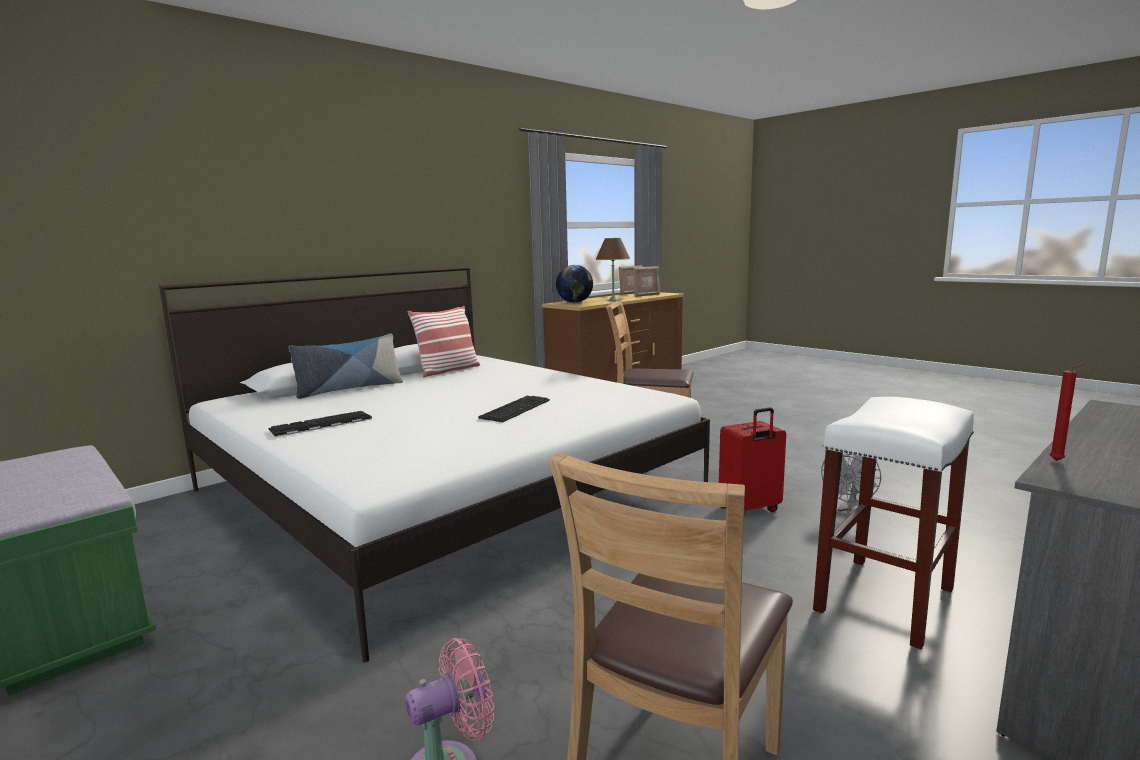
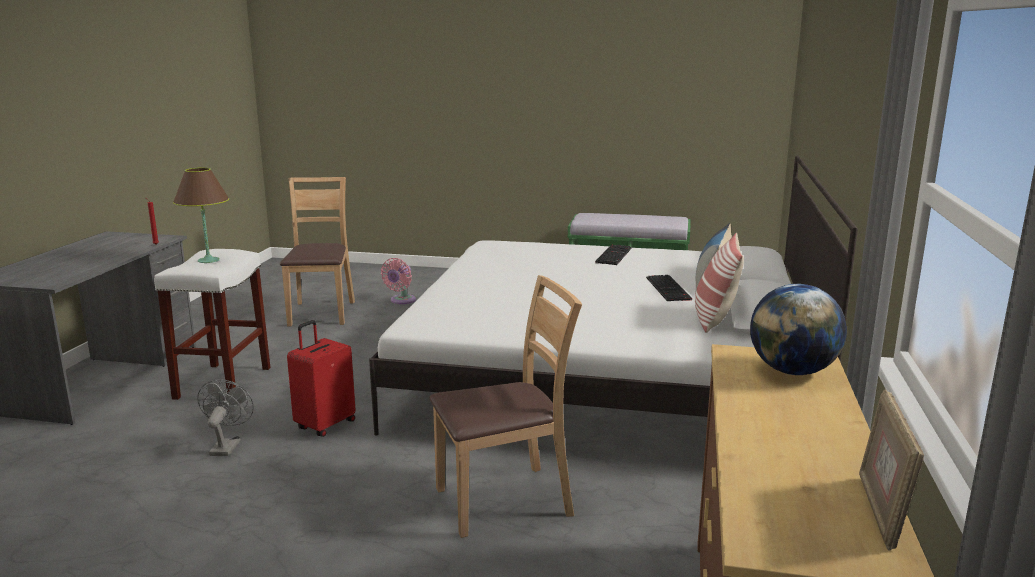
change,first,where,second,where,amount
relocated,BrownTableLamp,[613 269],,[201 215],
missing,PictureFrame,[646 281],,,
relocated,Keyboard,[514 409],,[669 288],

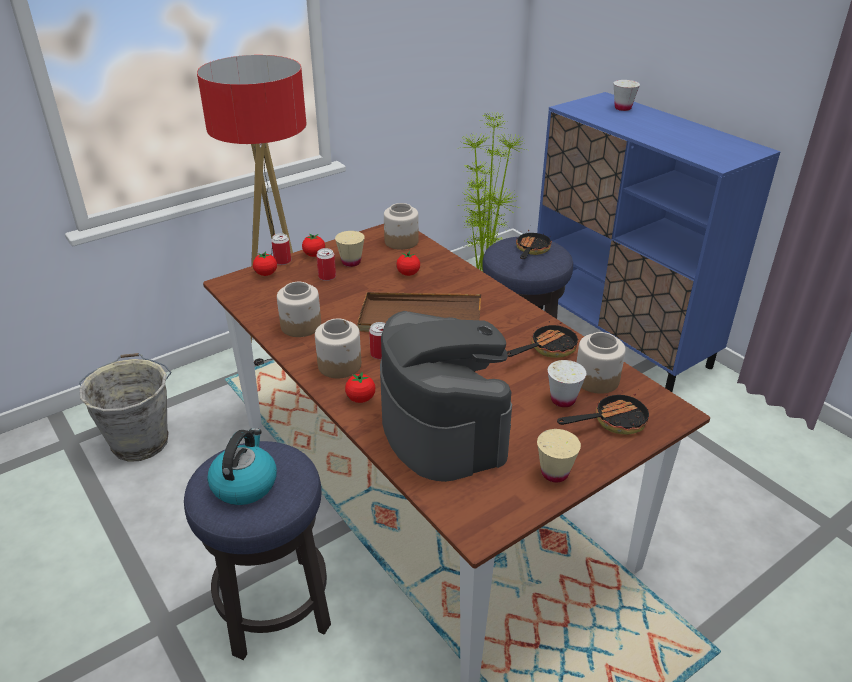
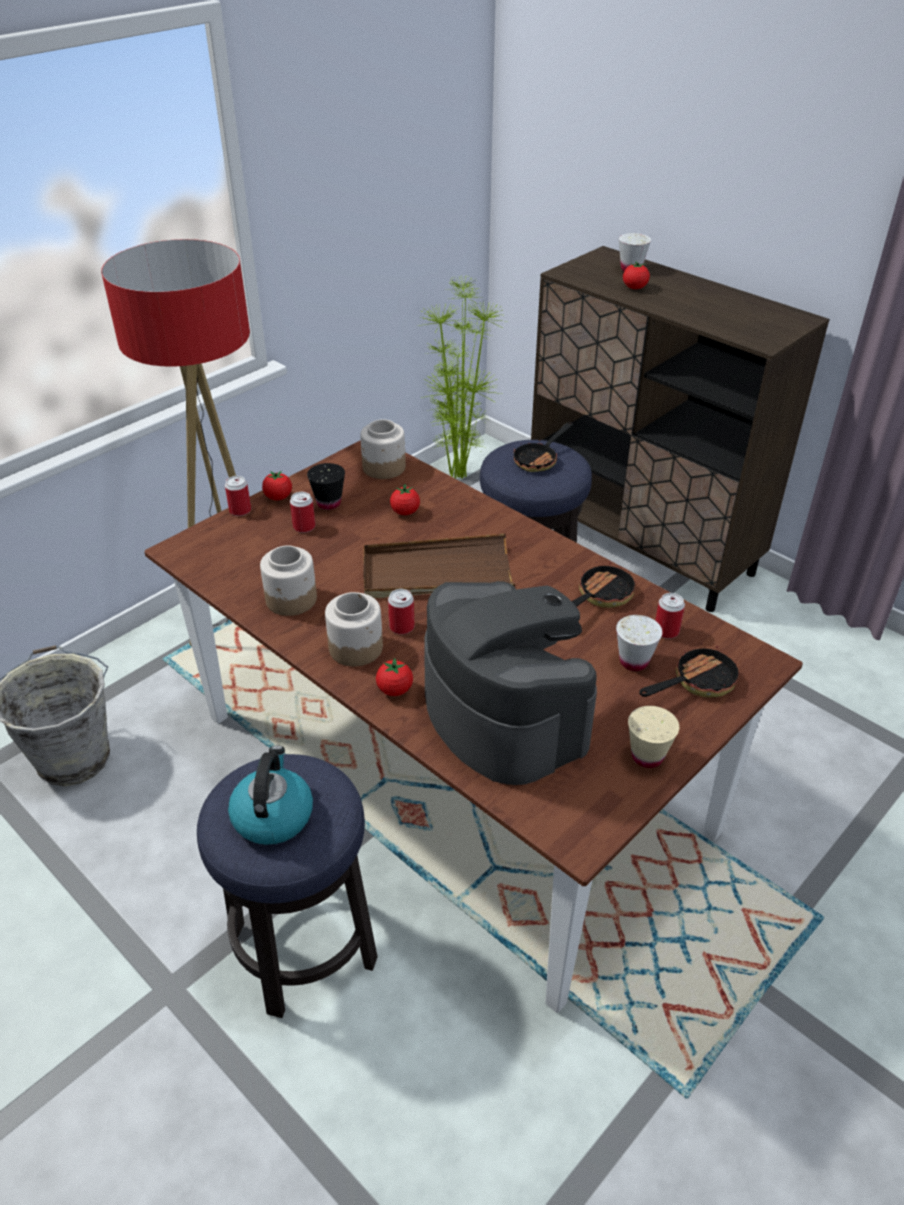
change,first,where,second,where,amount
colour,BlueCabinet,[659 242],BrownCabinet,[680 429],
spun,FryingPan,[534 244],,[543 447],150 degrees counterclockwise
colour,BeigeCup,[350 249],BlackCup,[326 486],
relocated,Tomato,[265 263],,[636 275],
exchanged,Jar,[601 363],Can,[670 616],

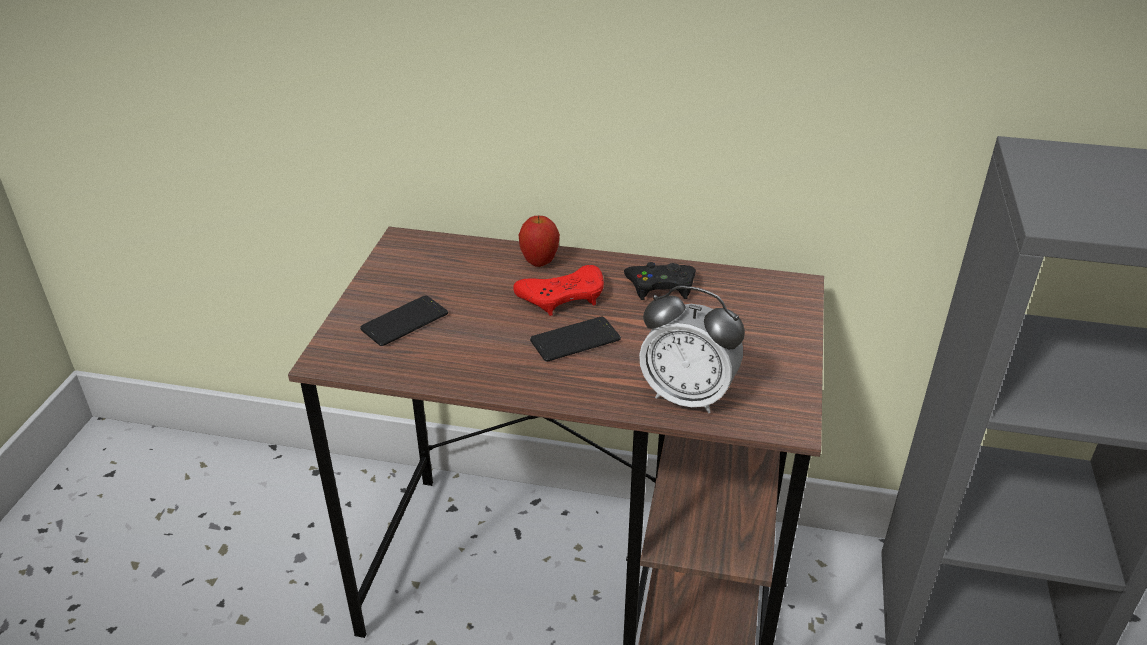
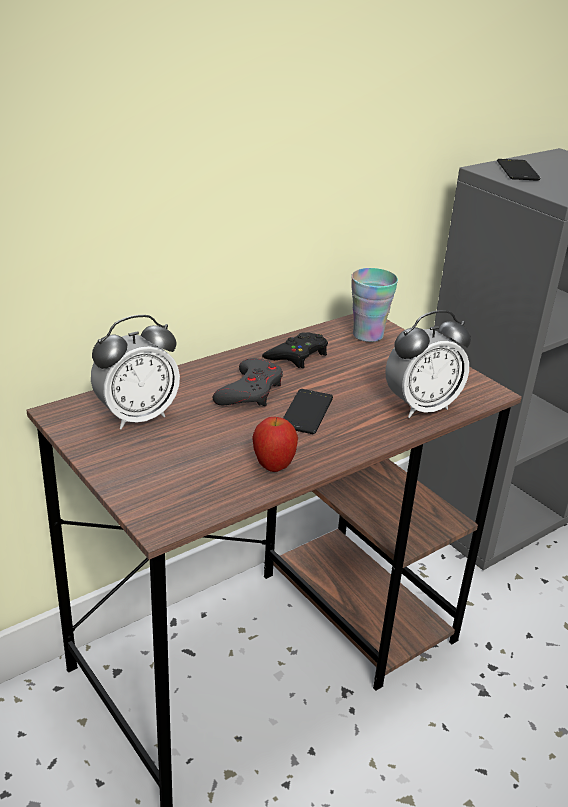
change,first,where,second,where,amount
relocated,Apple,[539 241],,[275 444],
colour,RedGameController,[558 290],GreyGameController,[248 382],
relocated,Phone,[404 320],,[518 170],
appeared,,,Cup,[374 305],
appeared,,,AlarmClock,[135 372],

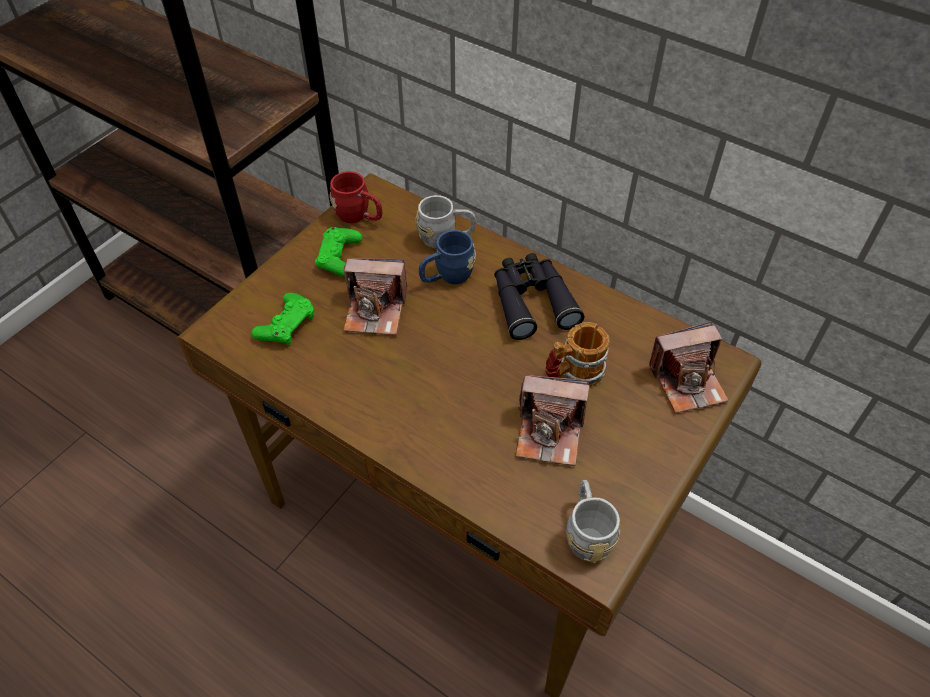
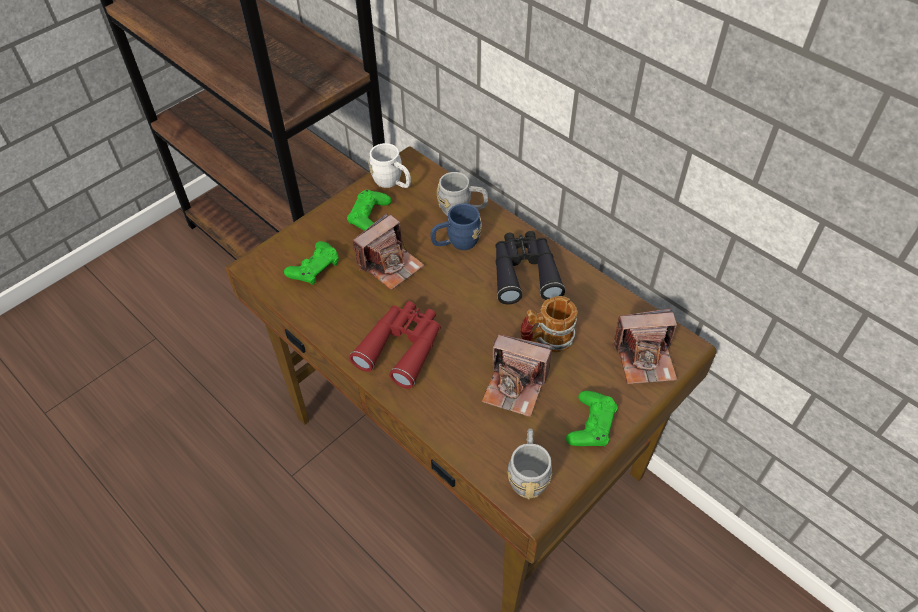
change,first,where,second,where,amount
colour,RedMug,[356 197],WhiteMug,[389 165],
spun,PhotoCamera,[375 296],,[388 251],60 degrees counterclockwise
appeared,,,RedBinoculars,[395 345],
appeared,,,GreenGameController,[592 418],

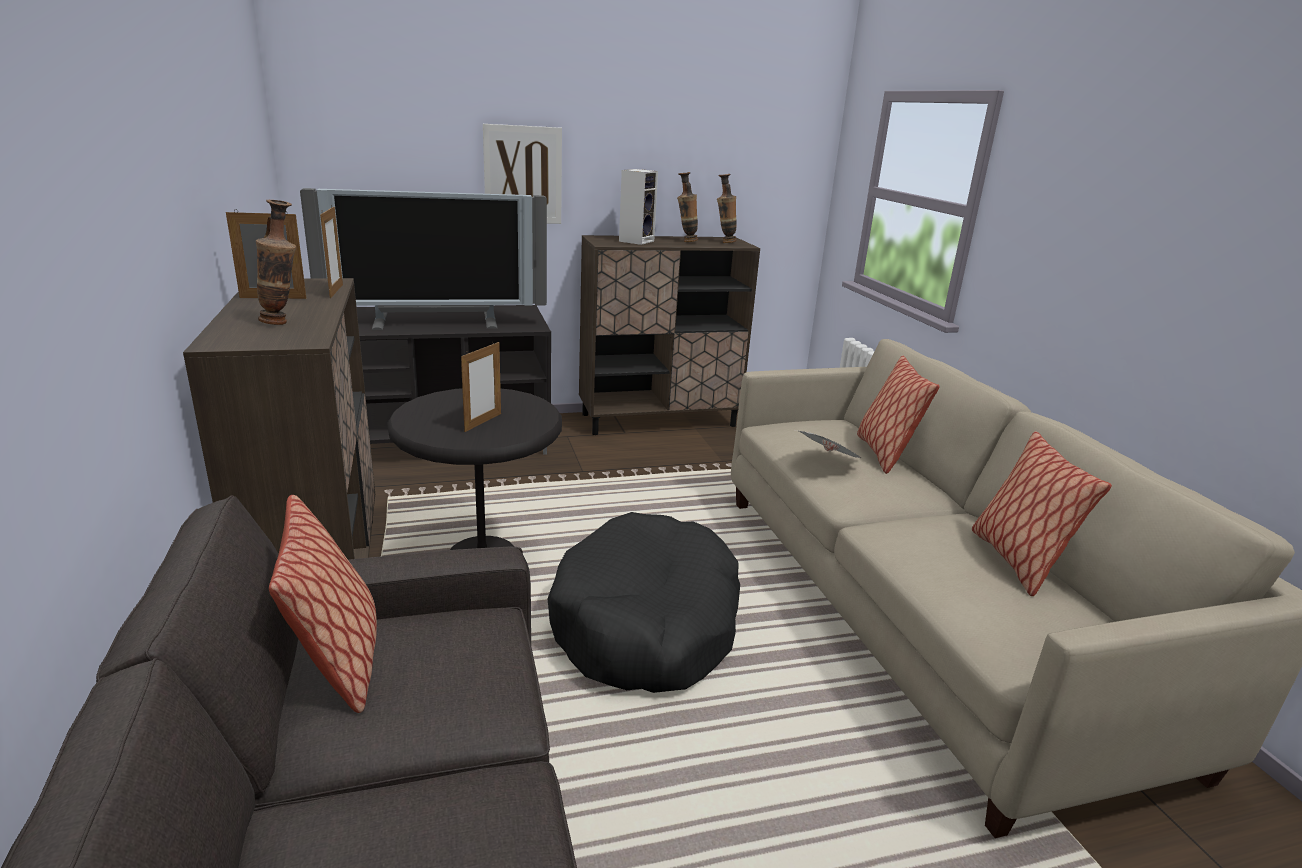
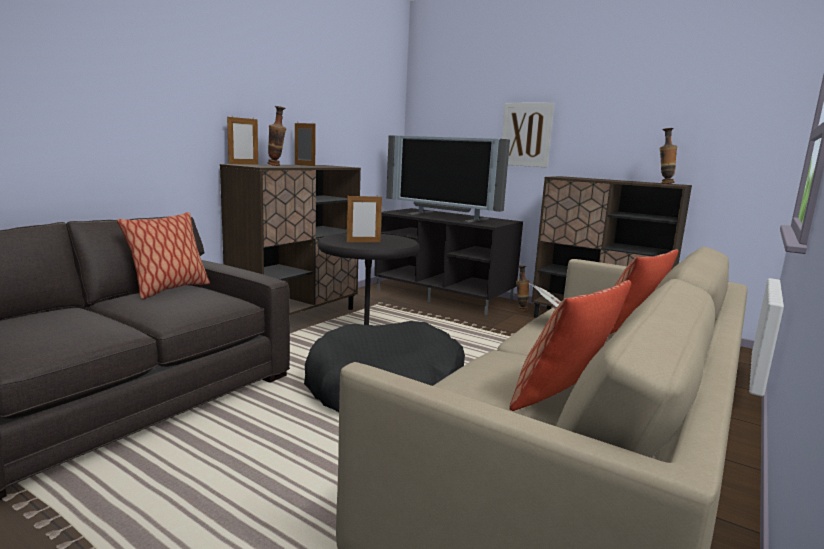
change,first,where,second,where,amount
missing,Speaker,[638 207],,,
relocated,Vase,[687 207],,[523 288],
relocated,PictureFrame,[331 252],,[242 140],

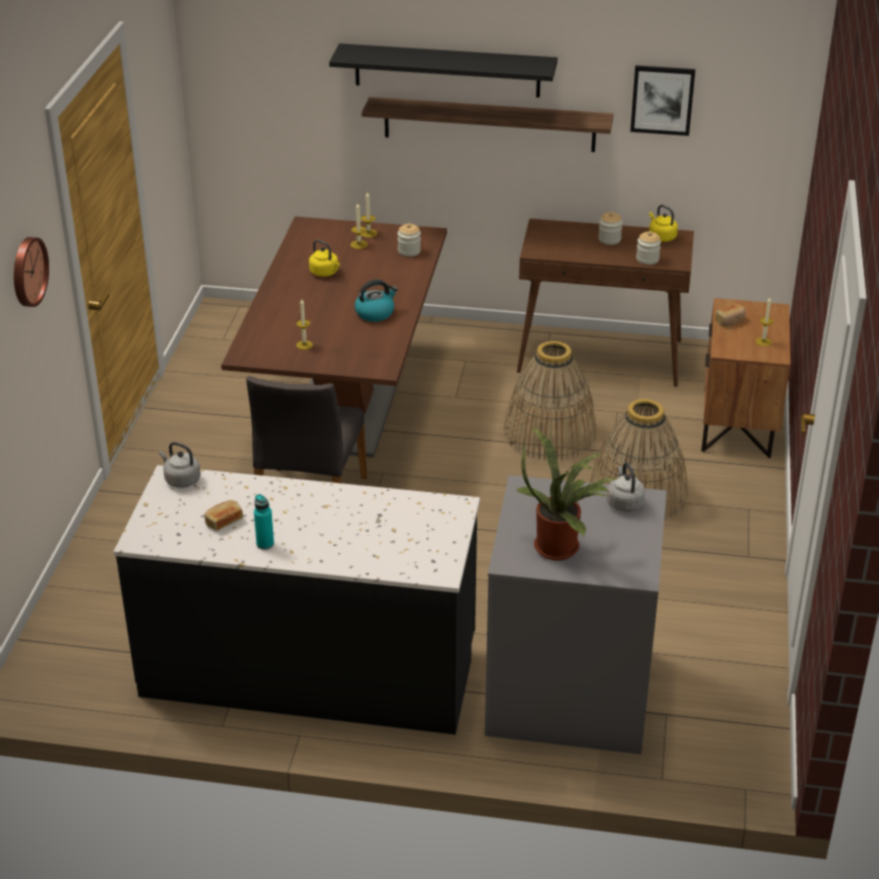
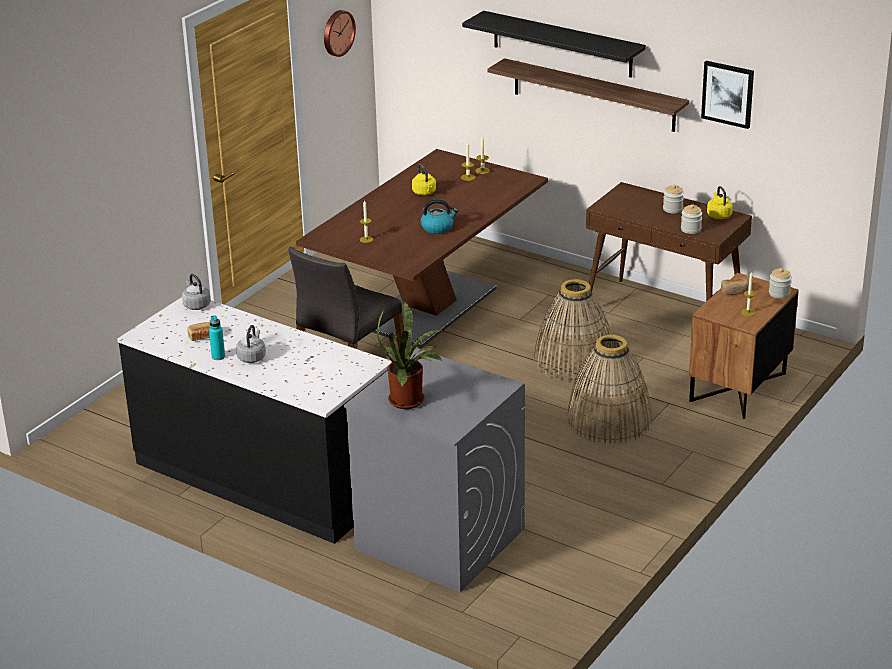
change,first,where,second,where,amount
relocated,Jar,[409 240],,[780 283],
relocated,WallClock,[31 272],,[340 33],
relocated,GreyKettle,[626 487],,[251 344],

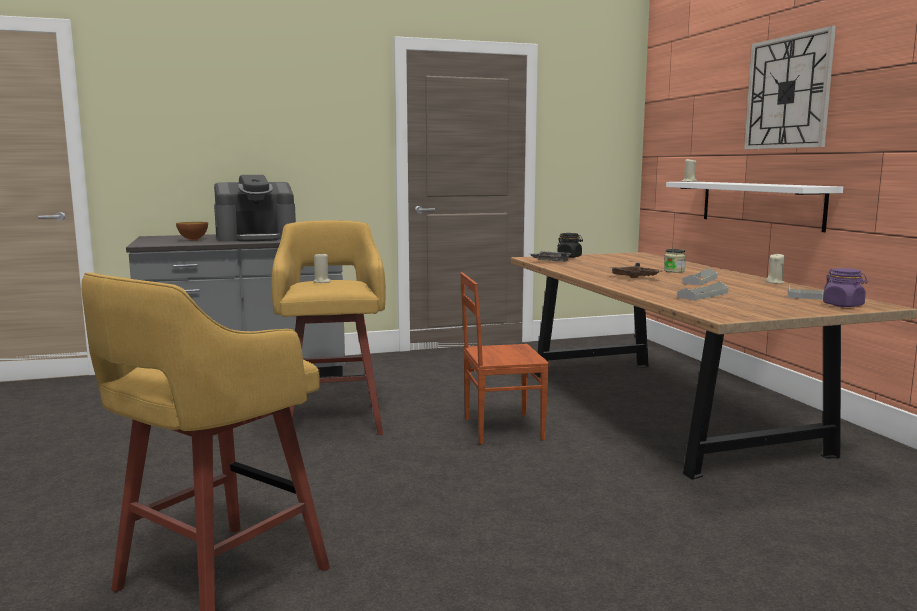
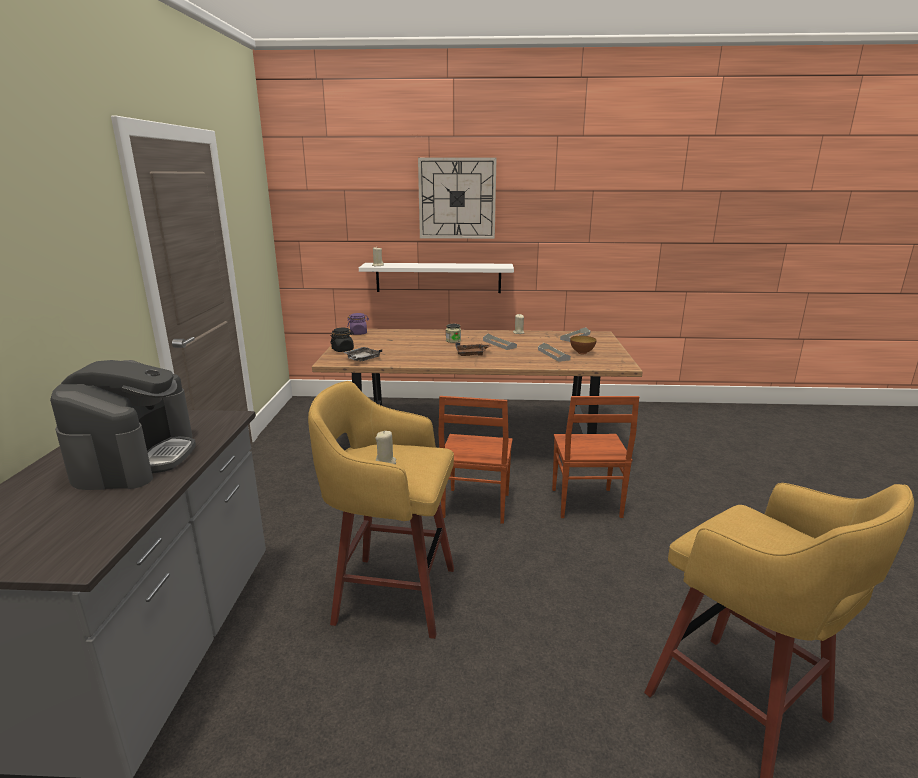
change,first,where,second,where,amount
relocated,Bowl,[192 231],,[583 345],
relocated,PurpleJar,[845 287],,[358 324],
appeared,,,BrownChair,[595 457],

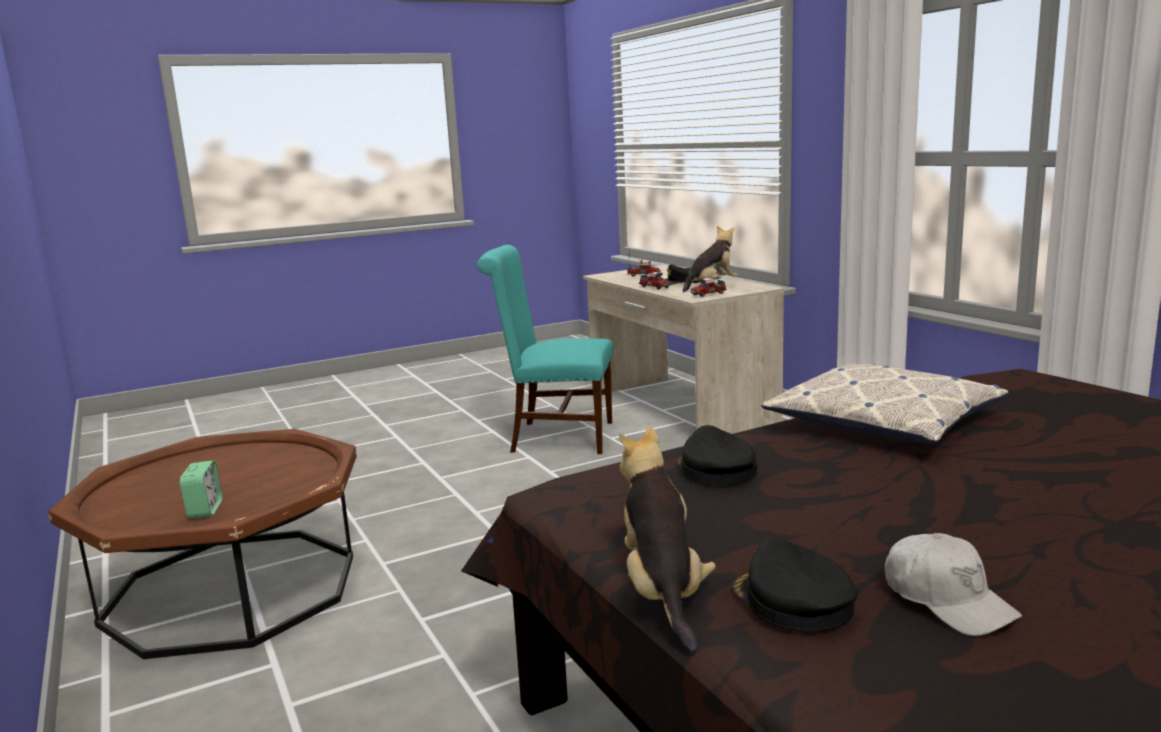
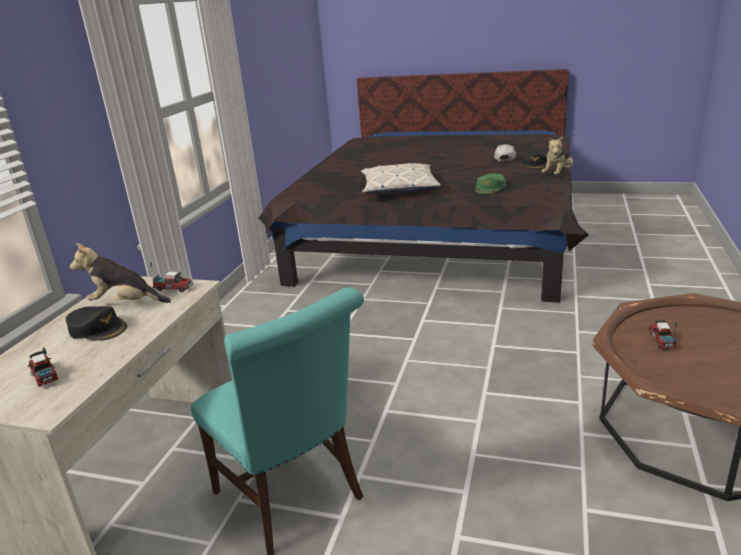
change,first,where,second,where,amount
relocated,ToyTruck,[654 274],,[663 334],
colour,BlackCap,[717 455],GreenCap,[490 184],
missing,AlarmClock,[201 489],,,

